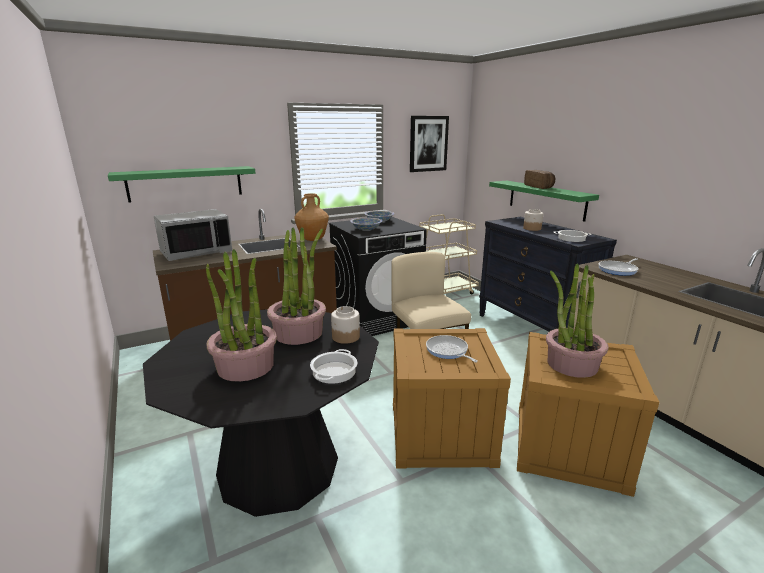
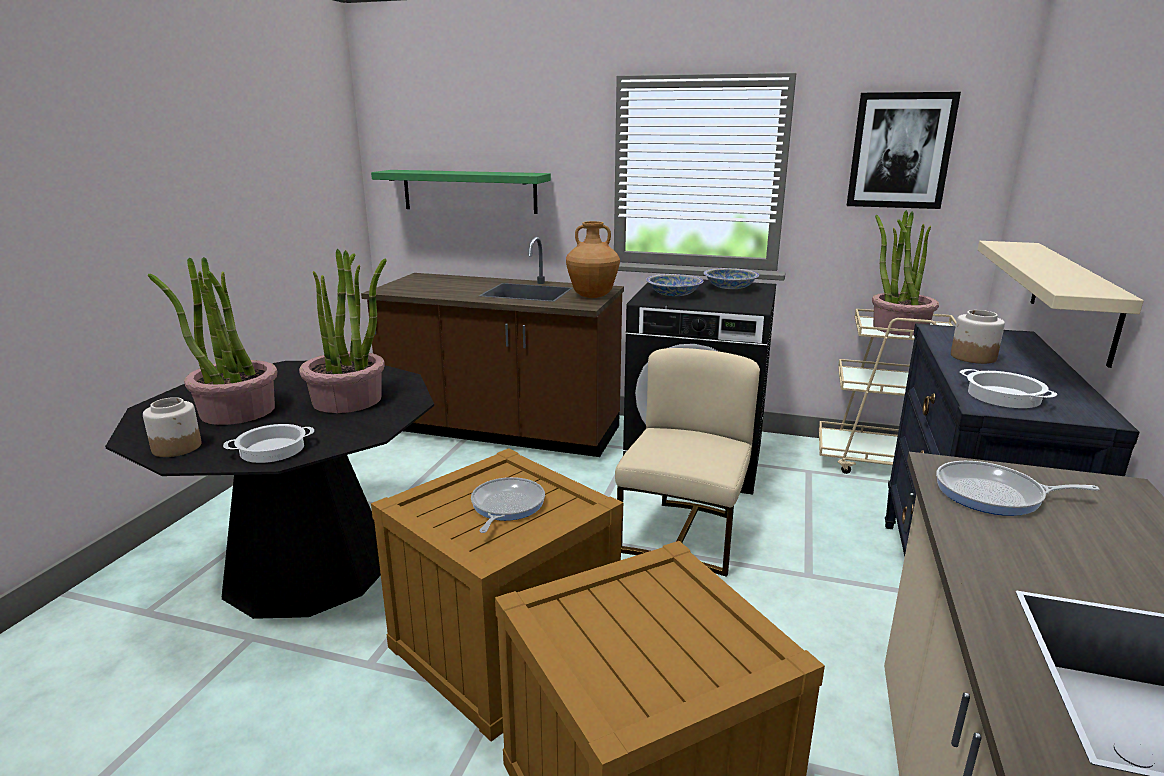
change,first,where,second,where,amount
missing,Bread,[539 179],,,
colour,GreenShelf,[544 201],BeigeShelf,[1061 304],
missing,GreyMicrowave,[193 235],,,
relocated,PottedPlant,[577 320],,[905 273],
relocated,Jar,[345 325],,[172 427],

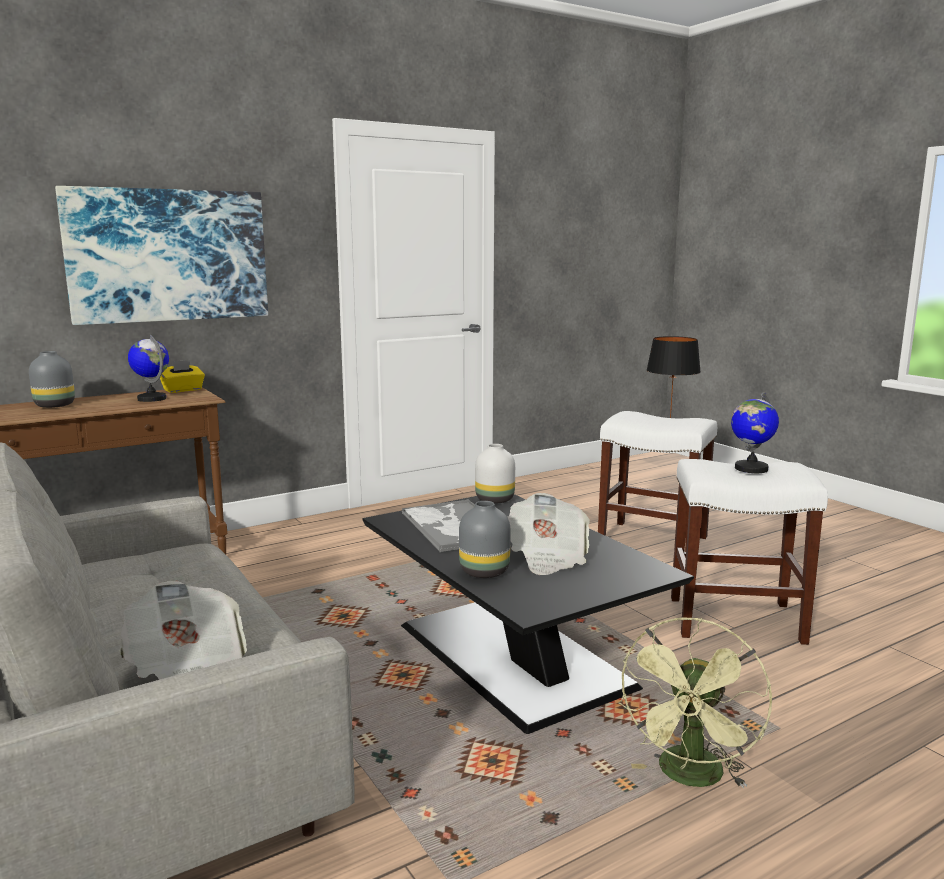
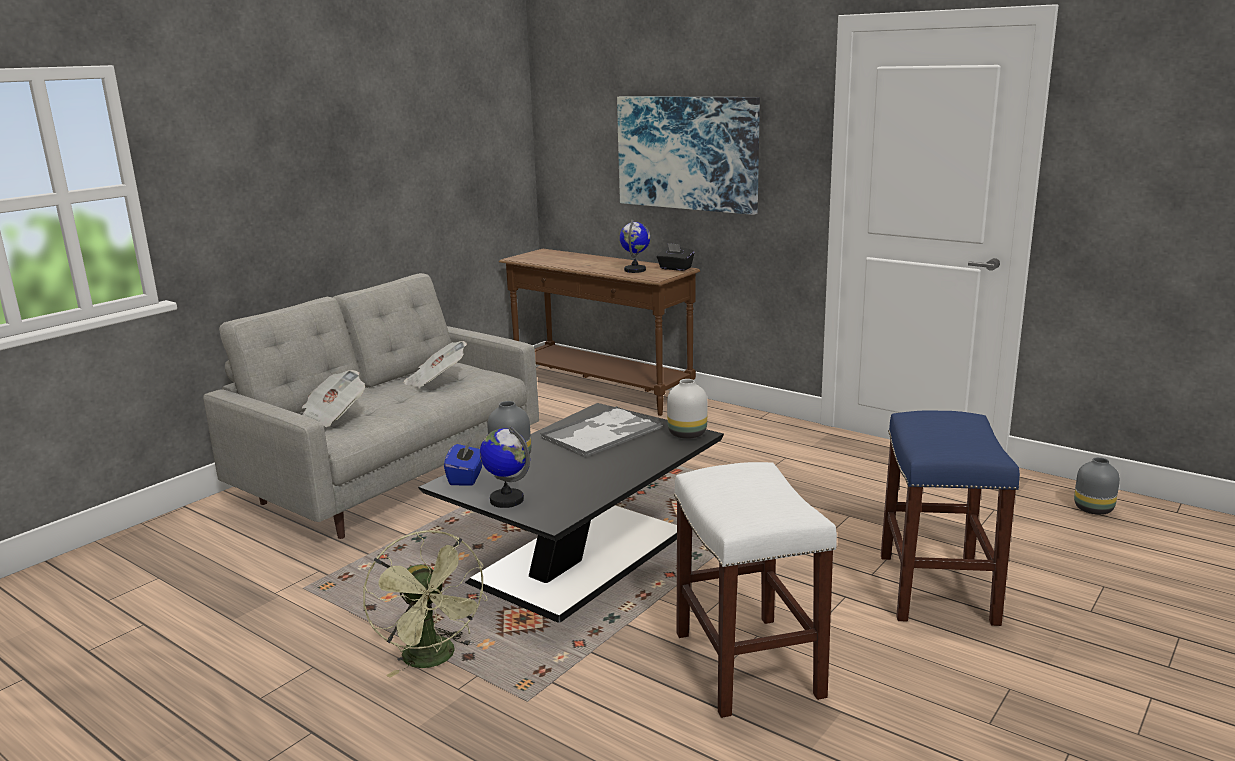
change,first,where,second,where,amount
missing,BlackTableLamp,[674 377],,,
relocated,GreyVase,[52 379],,[1097 486],
colour,YellowTissueBox,[182 376],BlackTissueBox,[675 257],
relocated,Globe,[755 432],,[505 467],
colour,WhiteStool,[657 481],BlueStool,[950 518],
relocated,Newspaper,[549 534],,[435 364],
spun,GreenFan,[695 702],,[425 604],120 degrees counterclockwise
appeared,,,BlueTissueBox,[463 462],

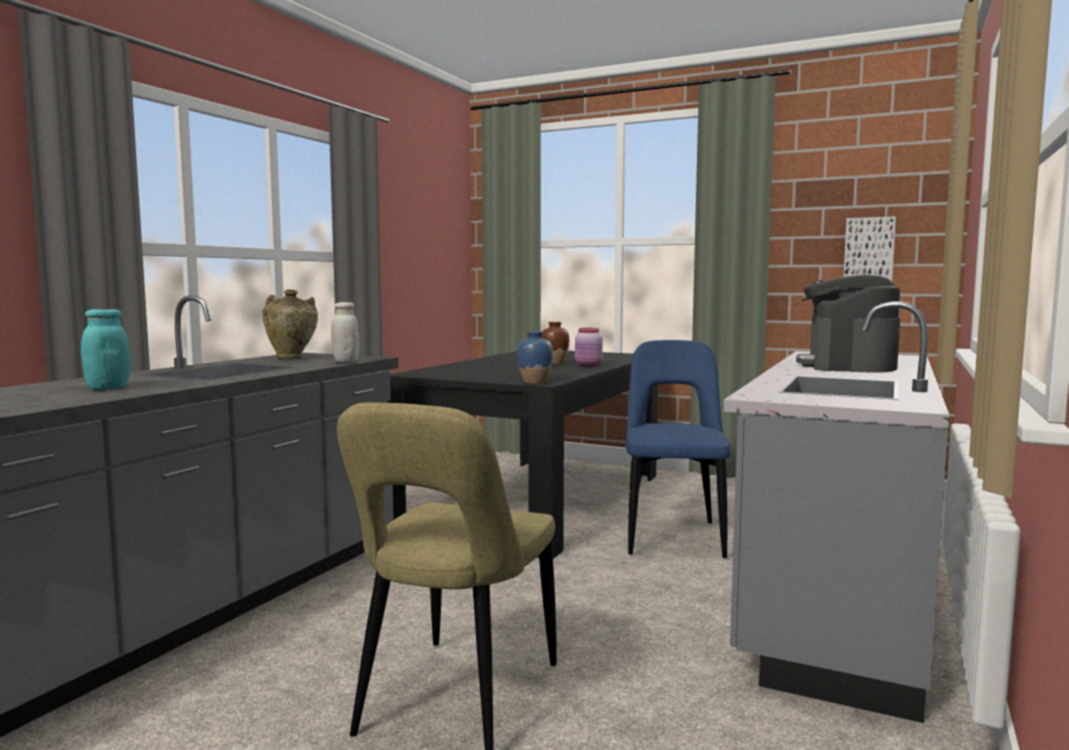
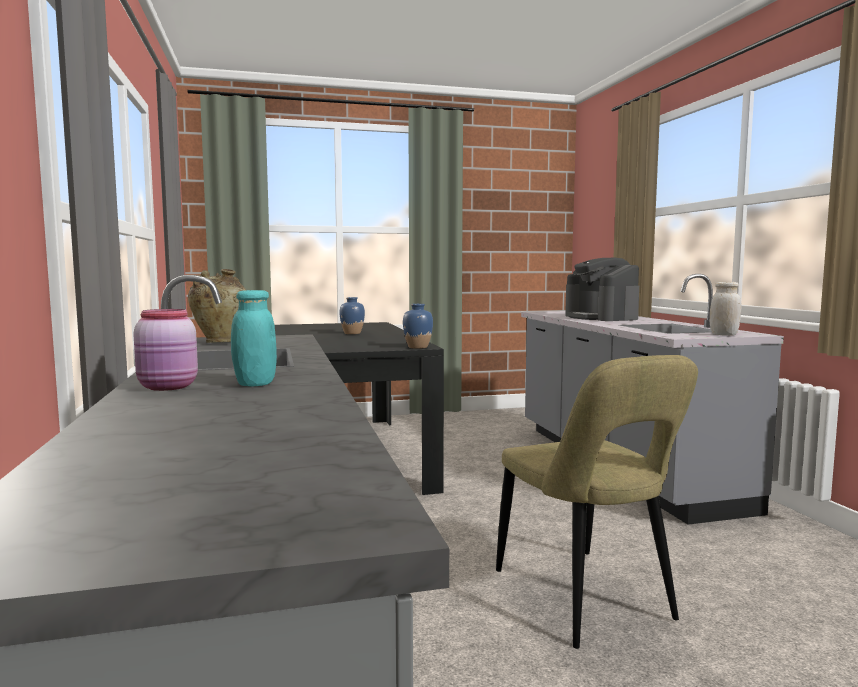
change,first,where,second,where,amount
missing,Picture,[870 248],,,
relocated,WhiteJar,[345 332],,[725 309],
colour,BrownVase,[555 343],BlueVase,[352 315],
relocated,PinkJar,[589 347],,[166 350],
missing,BlueChair,[678 449],,,

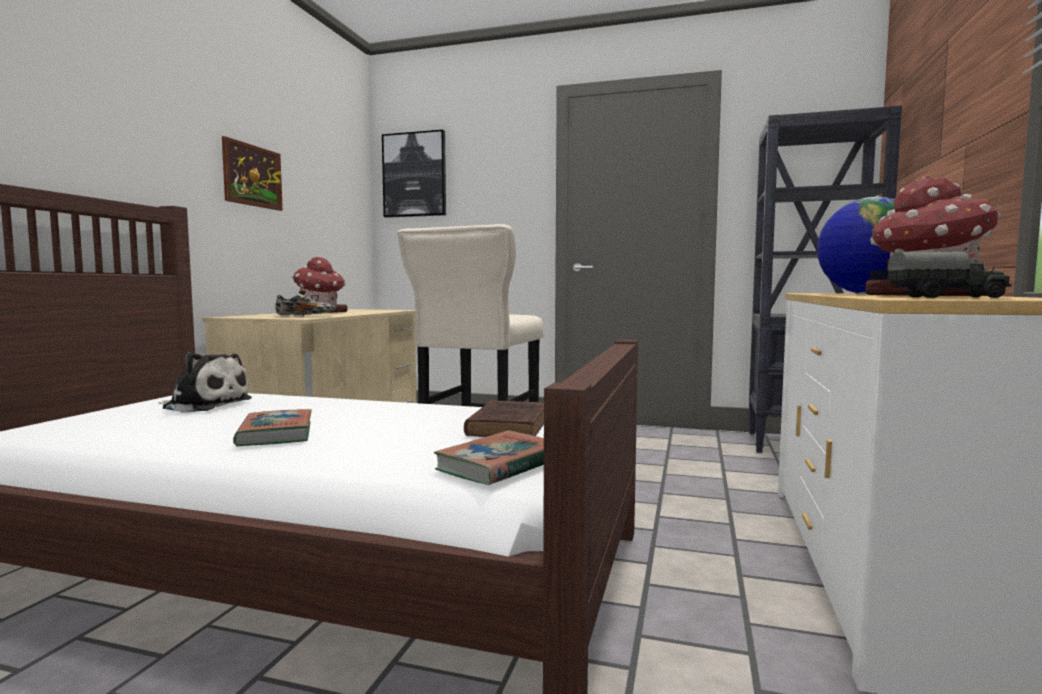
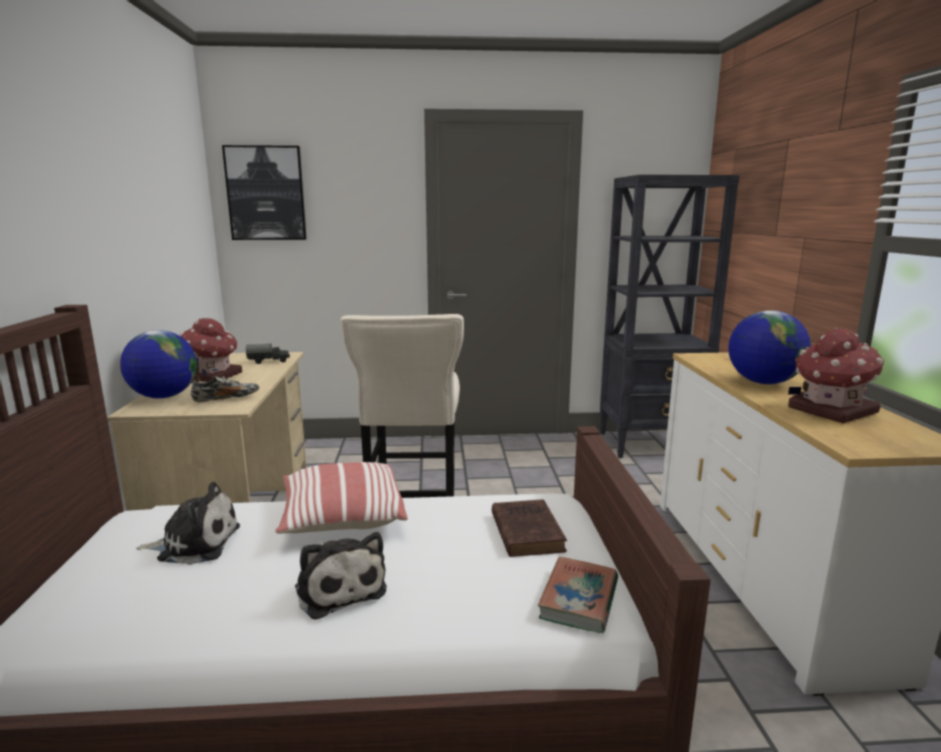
change,first,where,second,where,amount
missing,Picture,[252 173],,,
relocated,ToyTruck,[949 274],,[268 354],
exchanged,Book,[272 428],PlushToy,[341 576],
appeared,,,Globe,[158 364],
appeared,,,Pillow,[341 498],

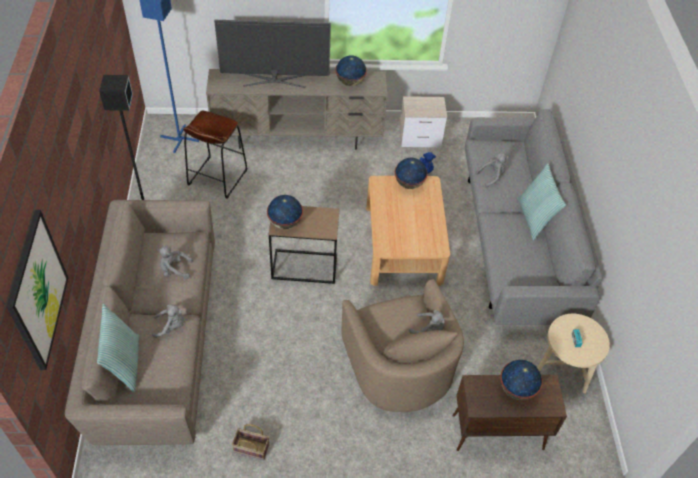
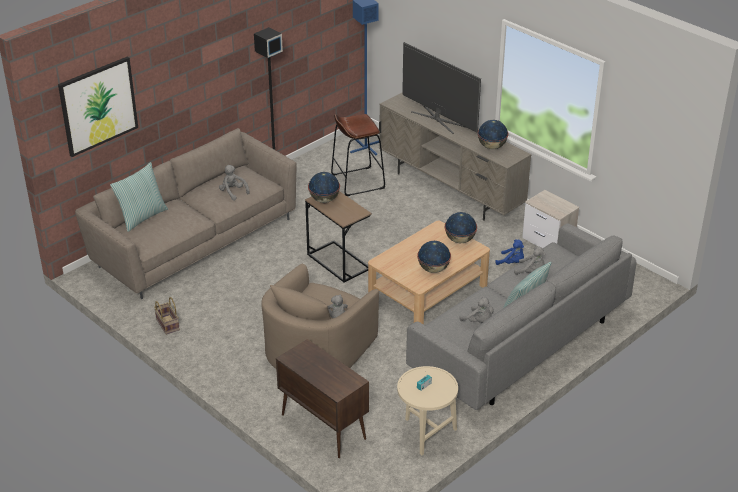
change,first,where,second,where,amount
relocated,GreyPlushToy,[168 321],,[476 310],
relocated,Globe,[521 380],,[434 257],

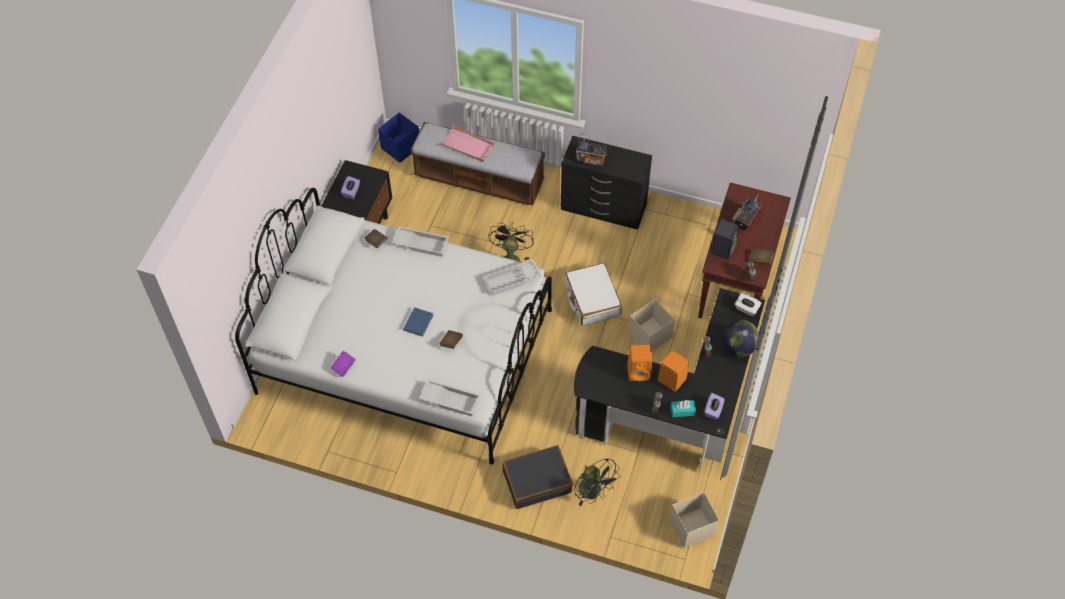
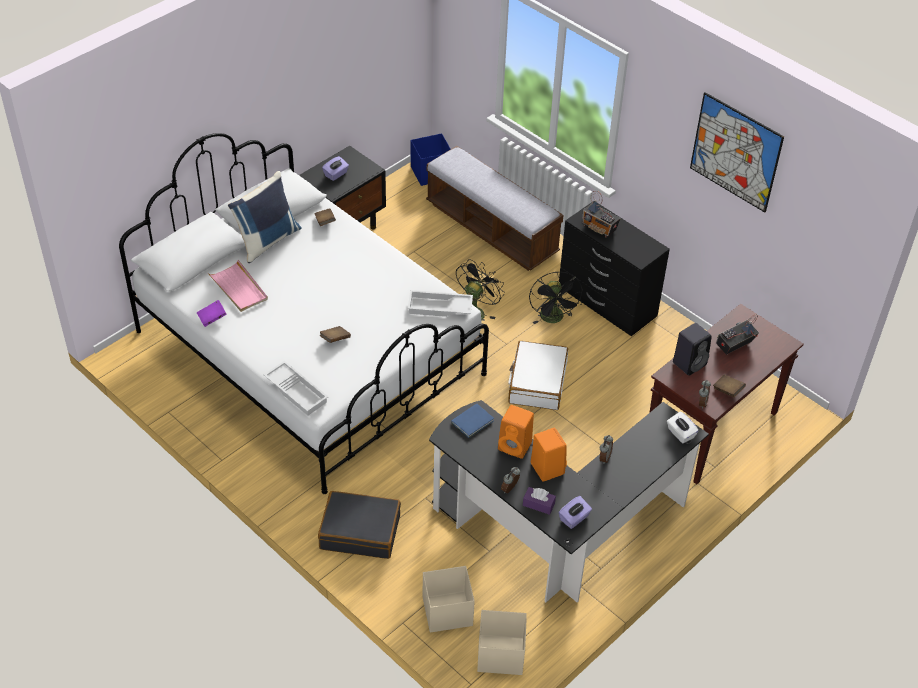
change,first,where,second,where,amount
relocated,PinkTray,[468 143],,[238 286],
missing,WhiteTray,[420 242],,,
relocated,BeigeStorageBox,[651 325],,[449 599],
relocated,BlueBook,[418 322],,[472 421],
missing,Globe,[740 338],,,
colour,TurquoiseTissueBox,[683 408],PurpleTissueBox,[539 501],
relocated,BlackFan,[597 482],,[556 298],
appeared,,,Picture,[737 152],
appeared,,,BluePillow,[265 217],

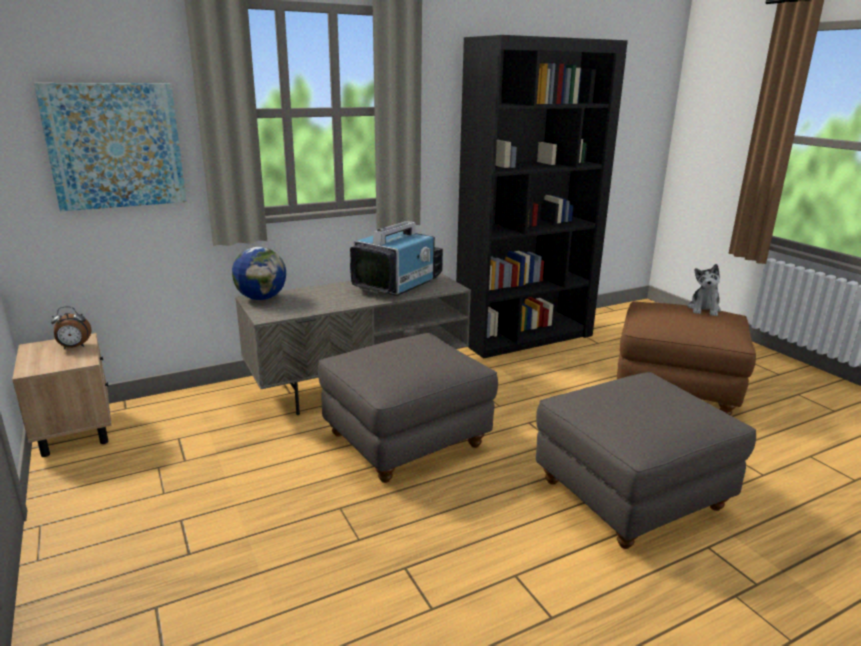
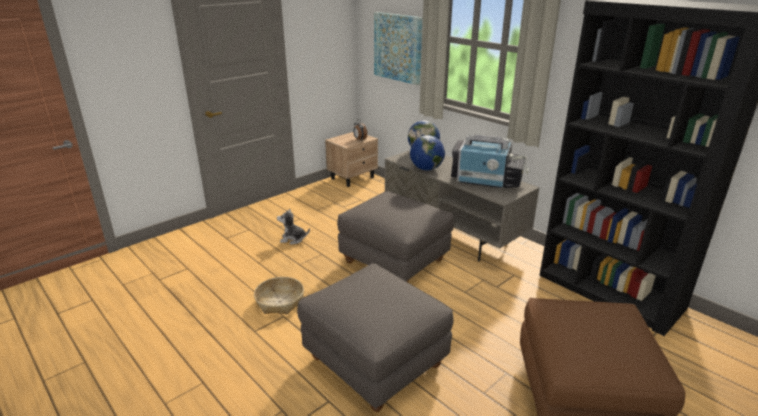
change,first,where,second,where,amount
relocated,PlushToy,[704 290],,[293 227],
appeared,,,Globe,[427 153],
appeared,,,Basket,[279 295],

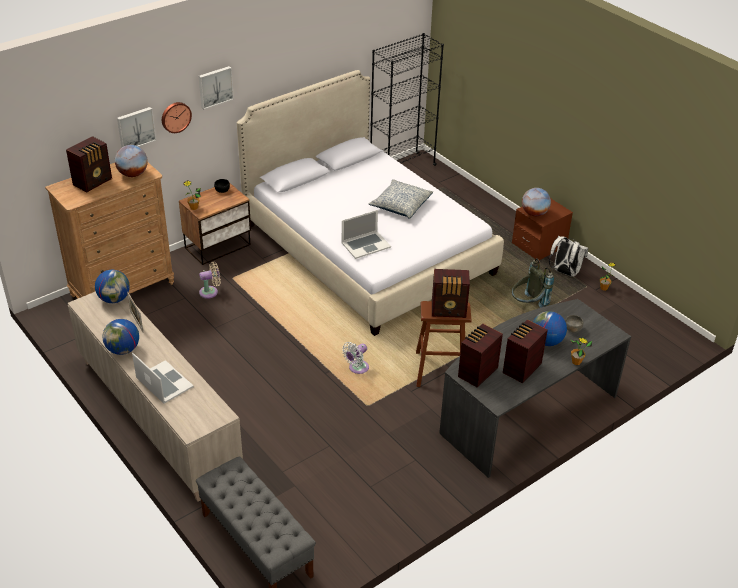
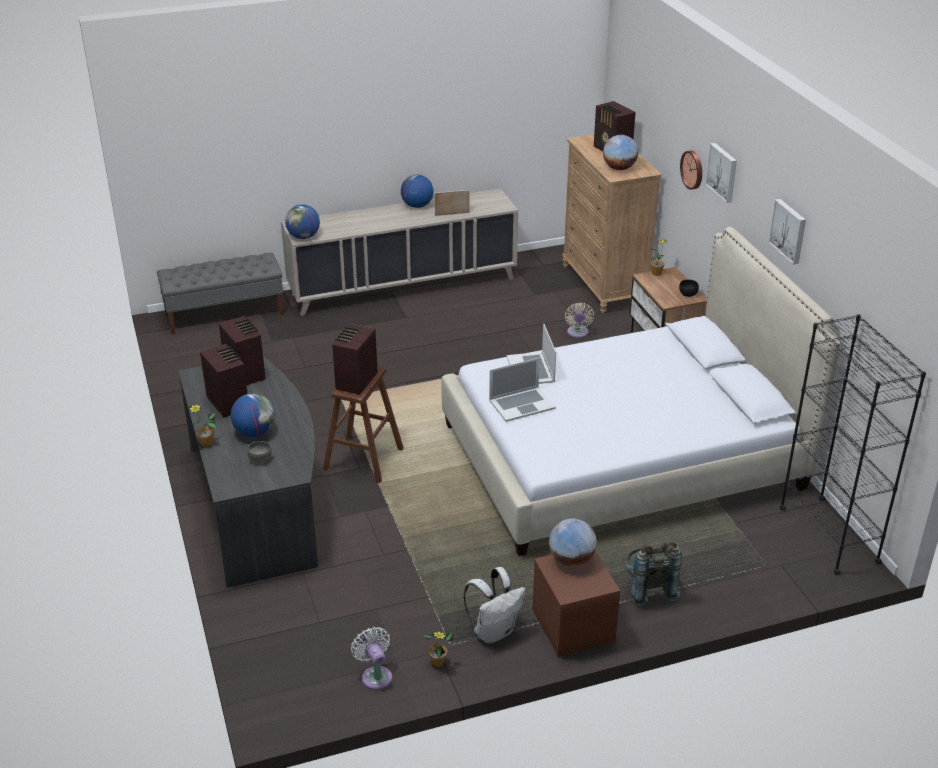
change,first,where,second,where,amount
relocated,Picture,[136 127],,[787 232],
missing,Pillow,[401 199],,,
relocated,GreyBackpack,[533 283],,[653 574],
relocated,Globe,[112 286],,[302 221],
relocated,WhiteFan,[355 358],,[371 658],
relocated,Laptop,[163 378],,[522 390],

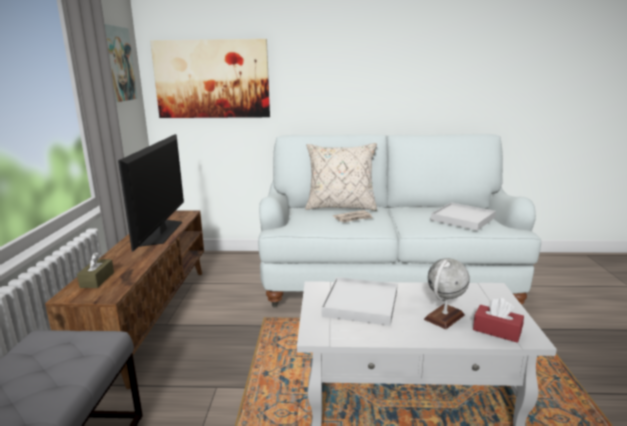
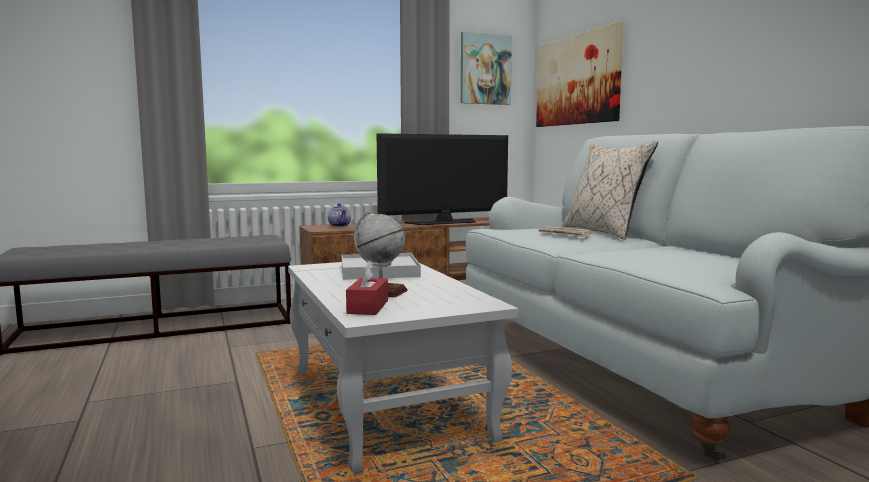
change,first,where,second,where,amount
missing,WhiteTray,[463 216],,,
exchanged,BrownTissueBox,[95 270],Teapot,[339 215],

